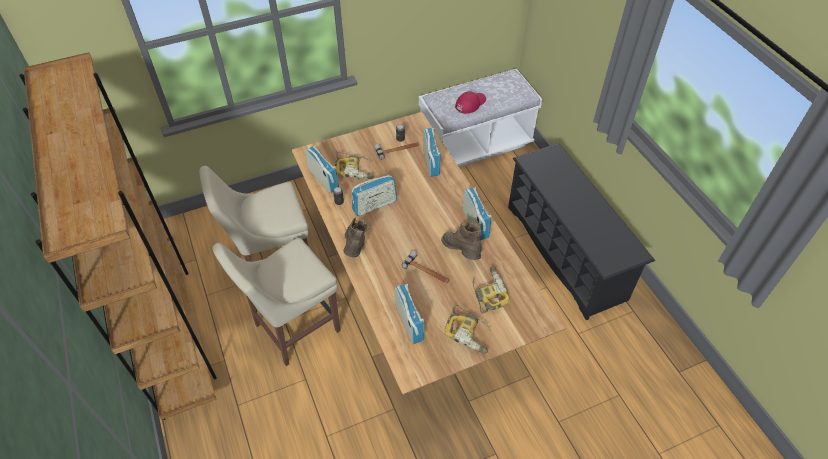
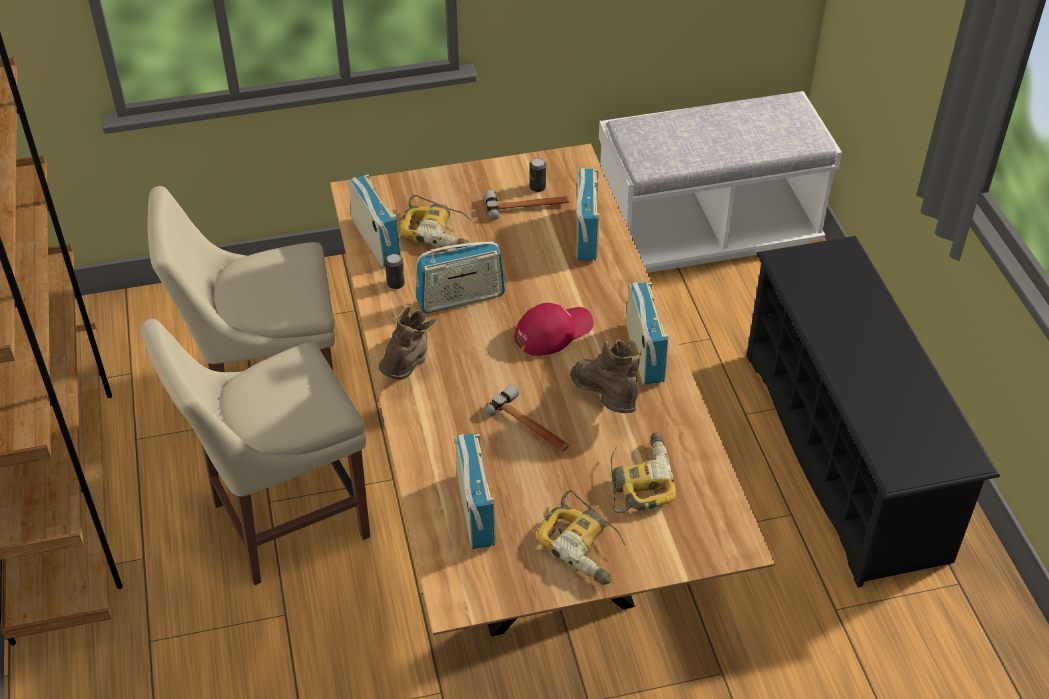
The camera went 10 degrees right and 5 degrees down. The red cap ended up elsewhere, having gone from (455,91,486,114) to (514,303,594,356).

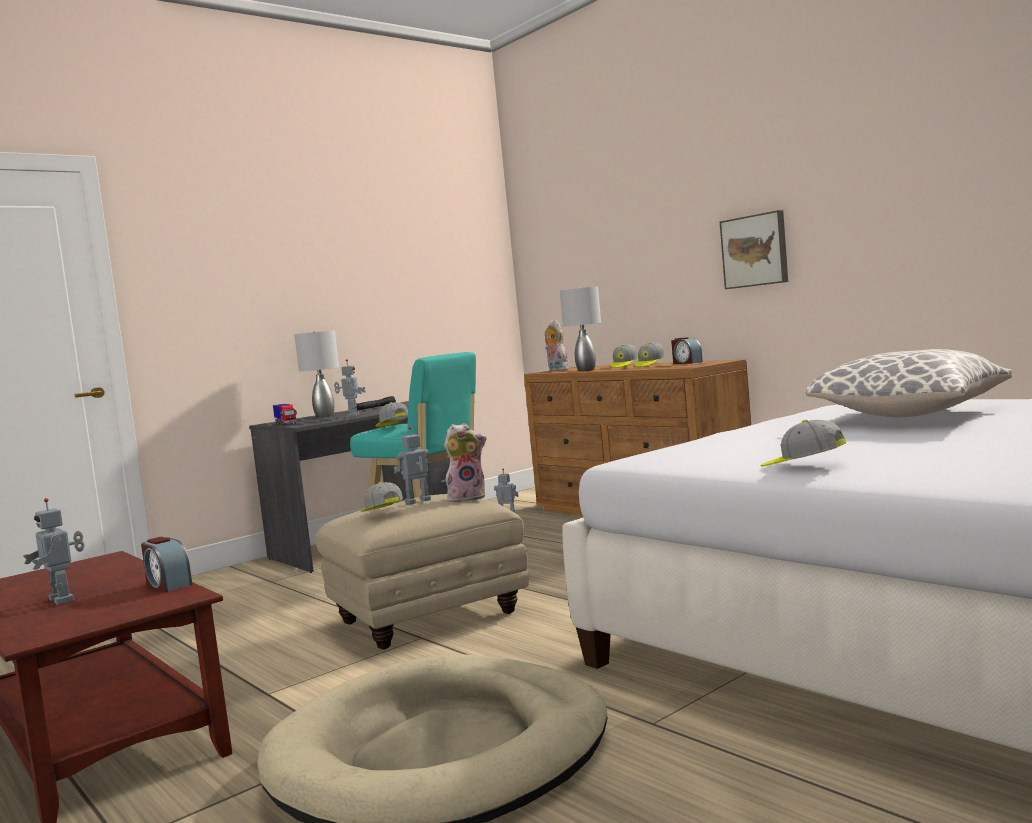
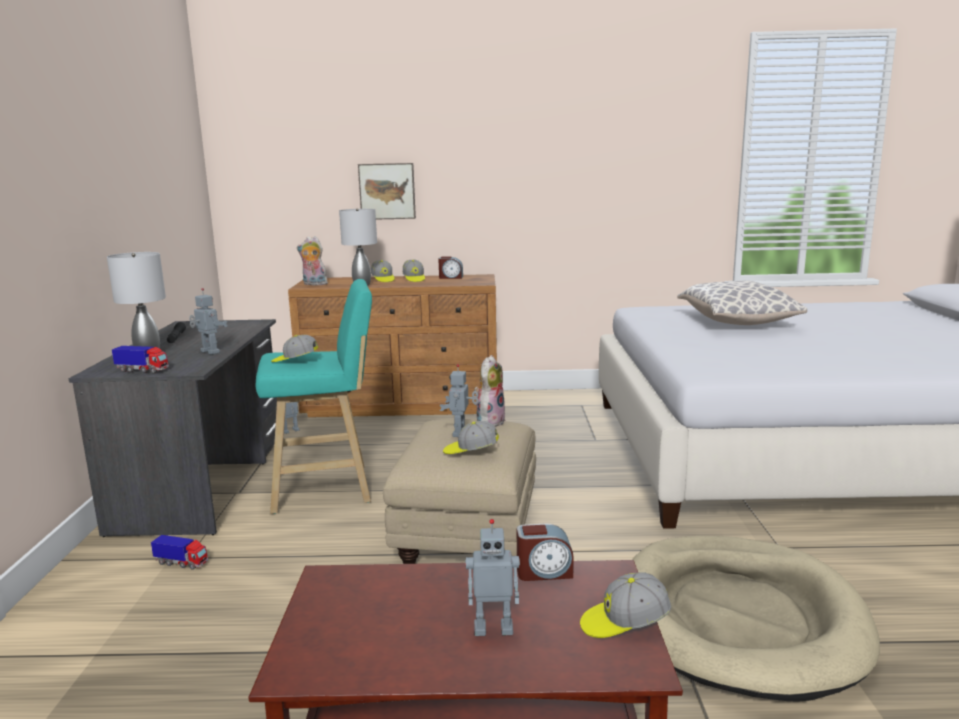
The camera went 50 degrees left and 10 degrees up. The second view gained the toy truck at (151,535,208,570). The picture ended up elsewhere, having gone from (720,210,788,289) to (358,163,416,219). The cap ended up elsewhere, having gone from (761,419,846,466) to (580,572,671,638).

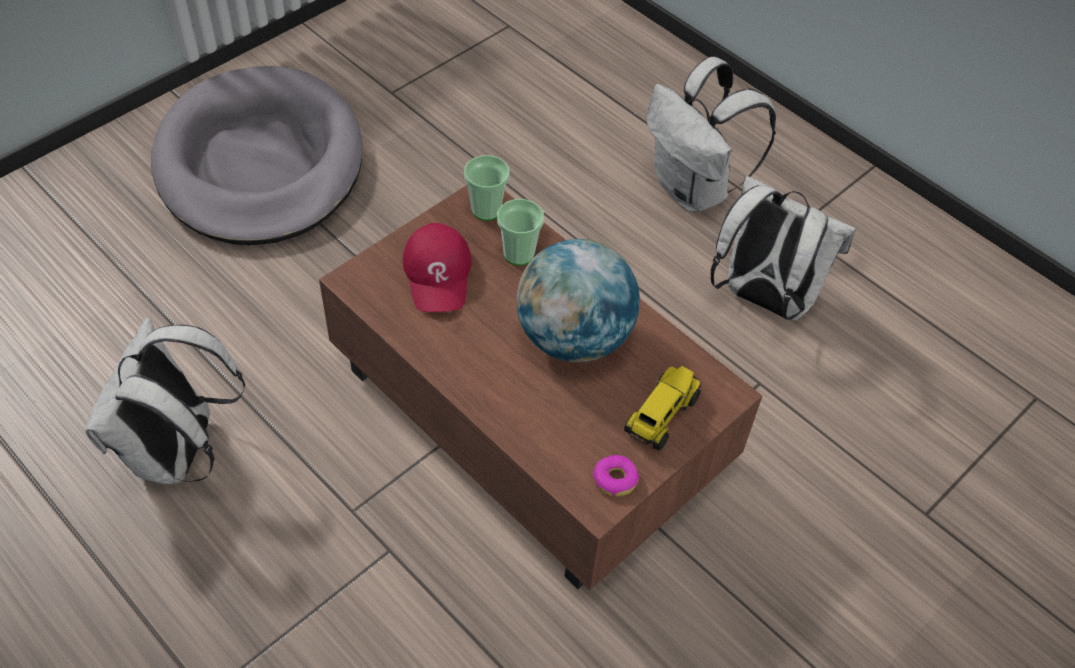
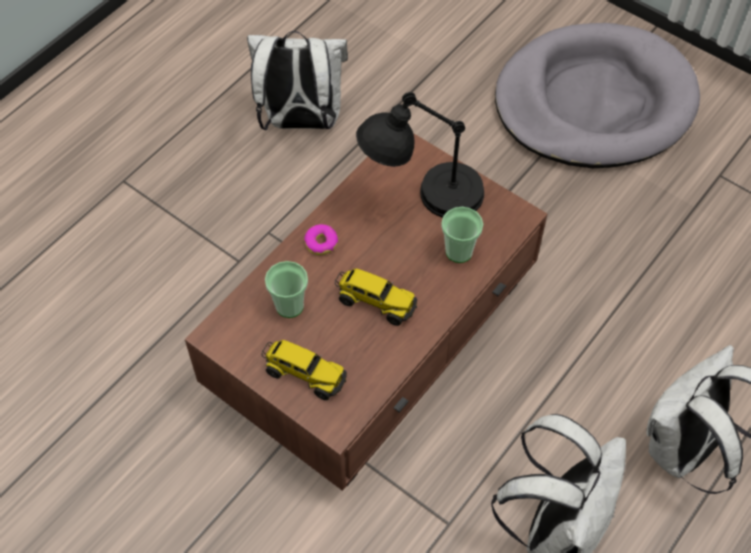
The camera went 85 degrees right and 5 degrees up. The cup ended up elsewhere, having gone from (464,155,510,221) to (265,261,308,318). The donut ended up elsewhere, having gone from (593,455,639,496) to (304,224,338,255). Where the red cap stood at (403,223,472,312), the black table lamp came to stand at (356,92,484,218). Where the globe stood at (516,239,640,362), the toy truck came to stand at (335,269,417,326).

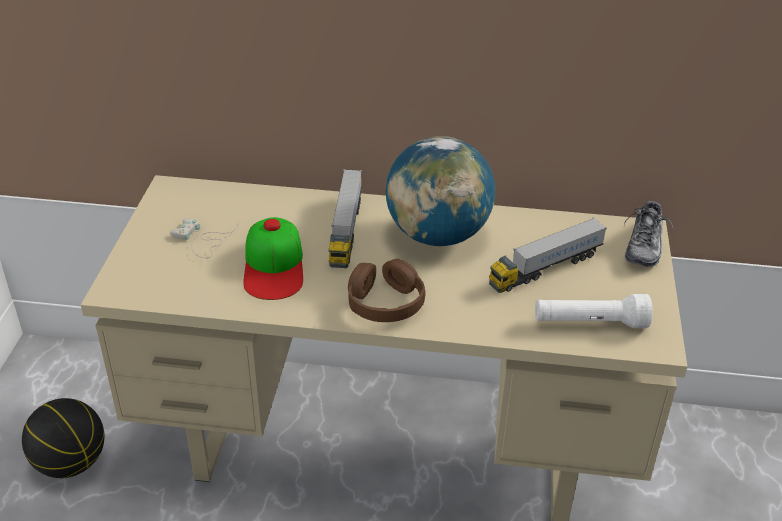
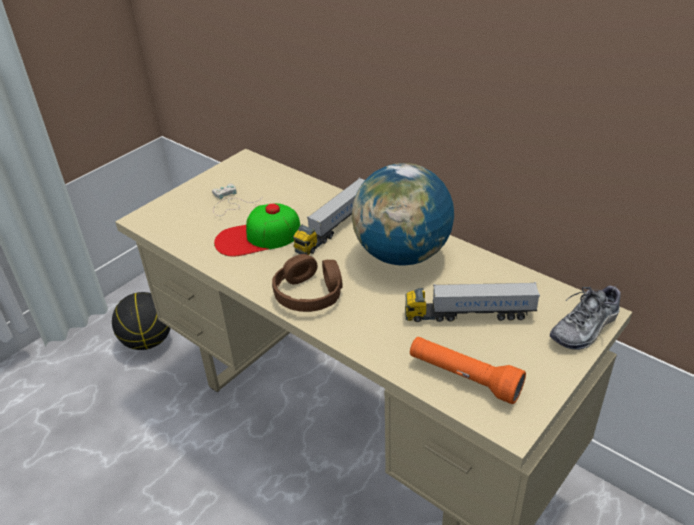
The camera went 35 degrees right and 0 degrees up. What was the white flashlight at (535,294,653,328) turned into the orange flashlight at (410,337,526,404). The cap at (243,217,303,300) ended up facing another way, 45 degrees clockwise from before.

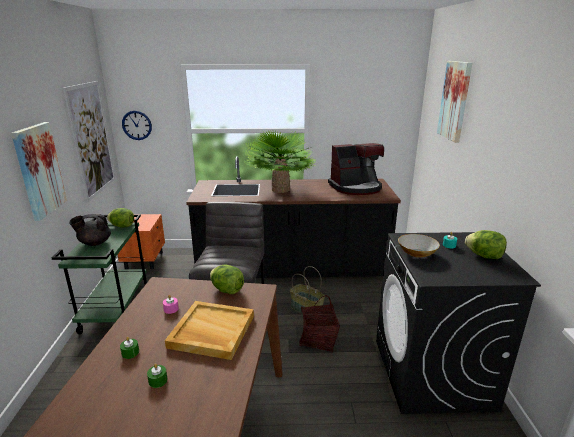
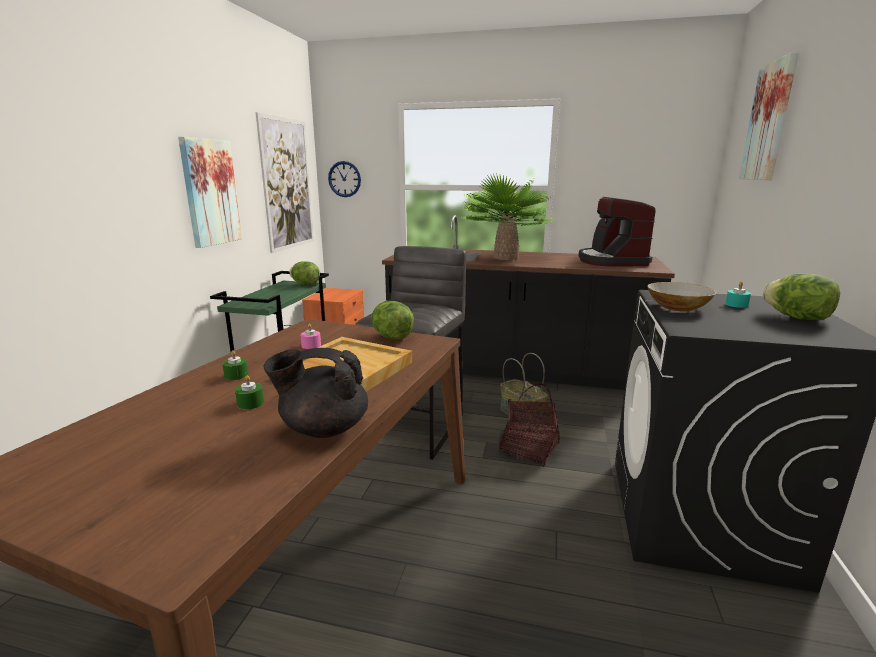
The camera went 15 degrees right and 5 degrees down. The black teapot ended up elsewhere, having gone from (69,214,111,246) to (263,348,368,438). The coffee machine at (328,143,384,195) ended up facing another way, 90 degrees clockwise from before.

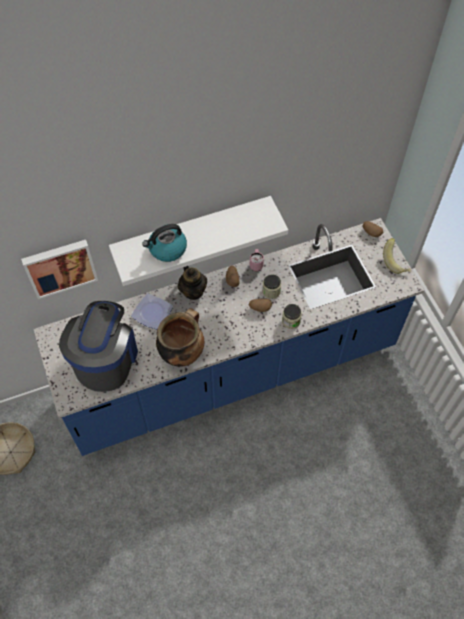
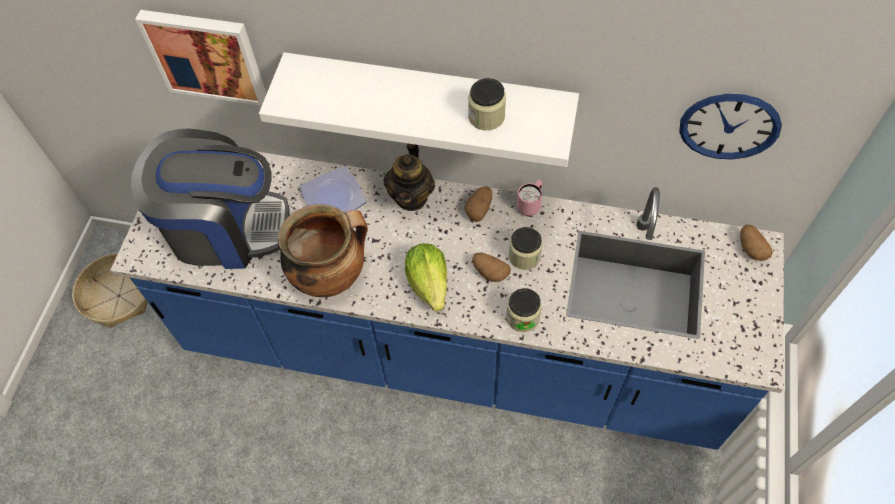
The camera went 35 degrees right and 0 degrees up. The second view lost the kettle at (142,224,187,262). The second view lost the banana at (383,238,411,274). The second view gained the lettuce at (405,243,447,311). The second view gained the jar at (468,78,506,130). The second view gained the wall clock at (679,94,782,159). The coffee machine at (59,301,138,392) ended up facing another way, 45 degrees clockwise from before.

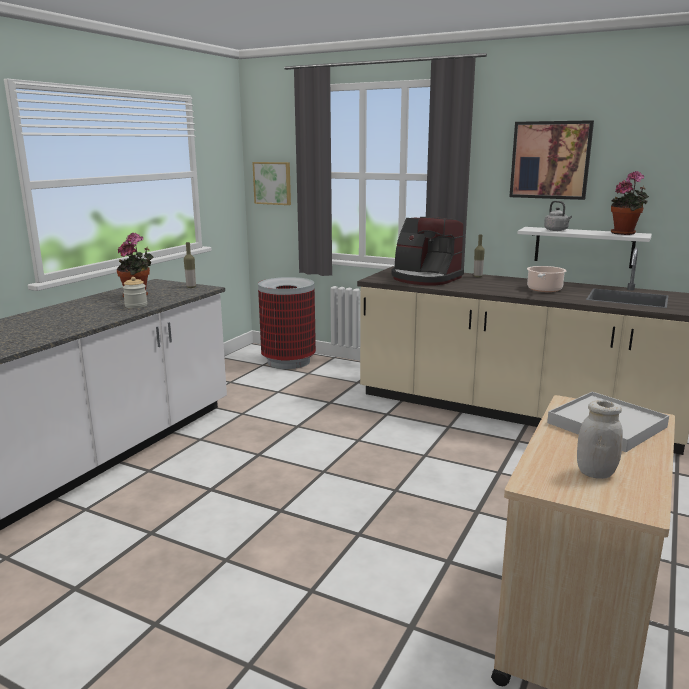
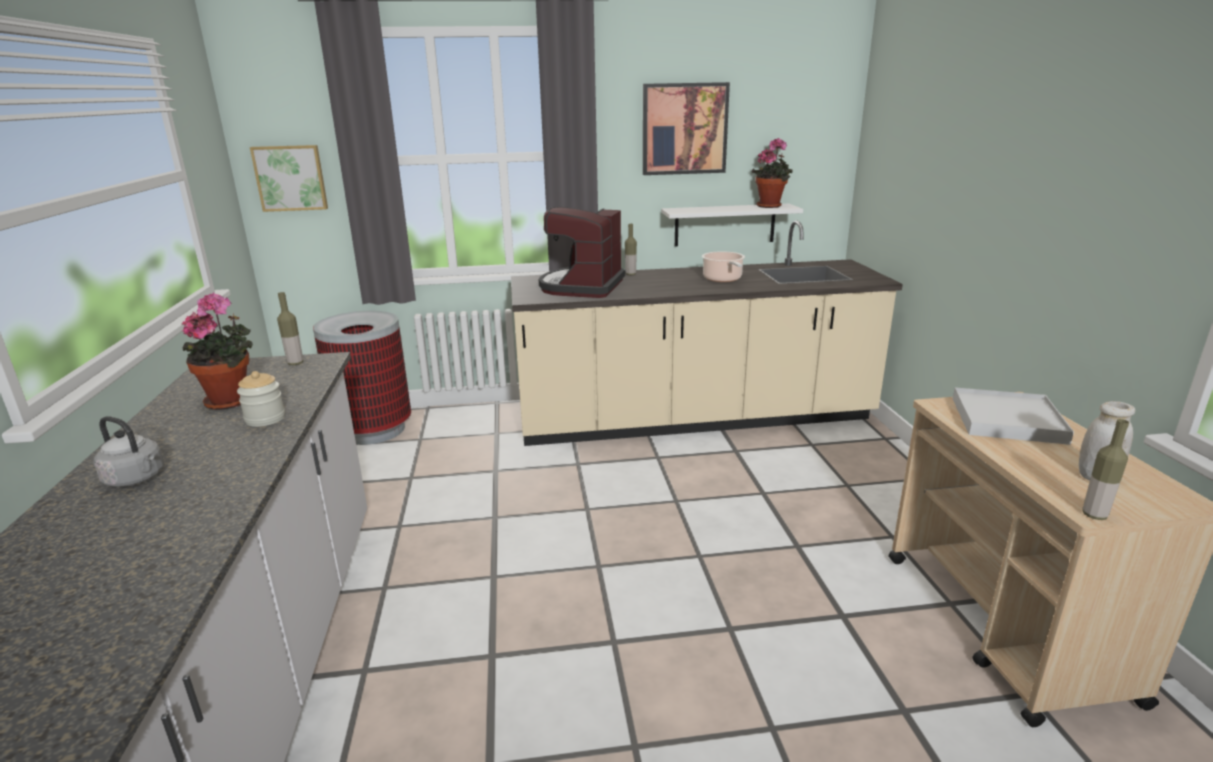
The camera went 35 degrees left and 5 degrees up. The second view gained the bottle at (1082,419,1129,520). The grey kettle ended up elsewhere, having gone from (544,201,572,231) to (94,416,164,487). The coffee machine at (391,217,464,285) ended up facing another way, 105 degrees clockwise from before.

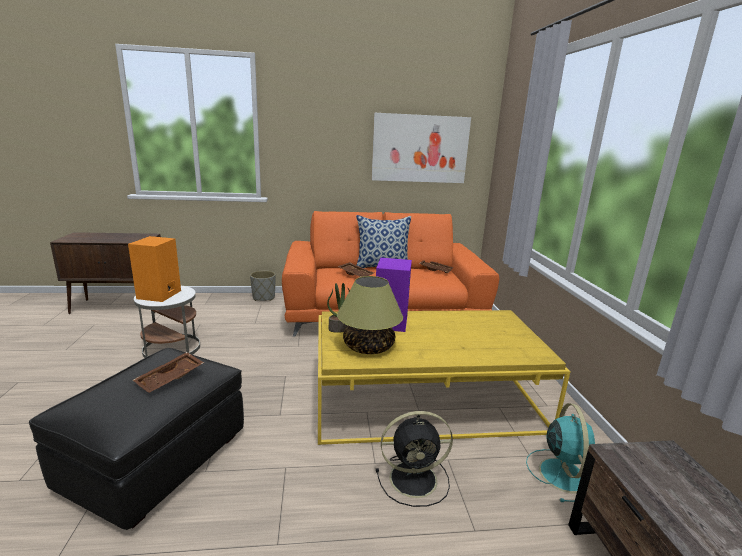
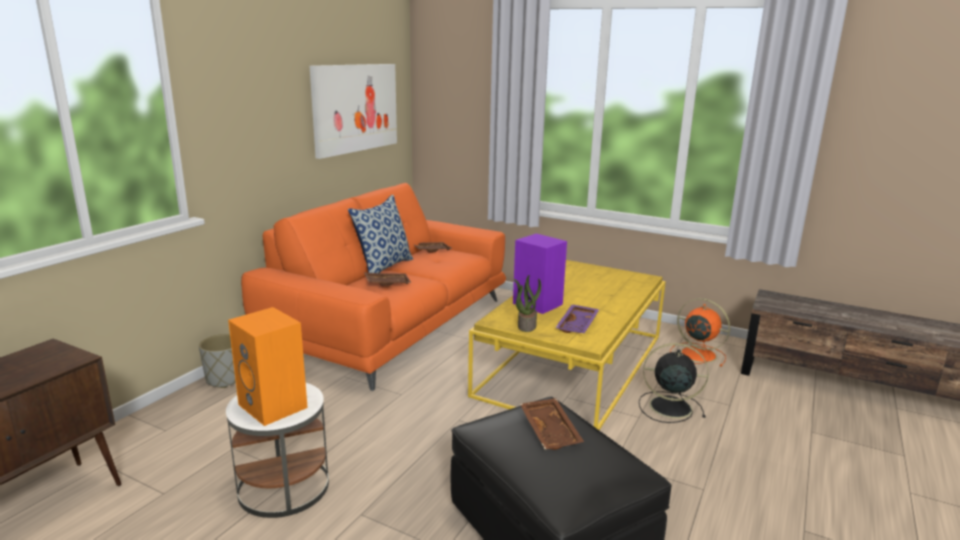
The camera went 55 degrees left and 0 degrees up. Where the table lamp stood at (337,276,403,354), the purple tray came to stand at (555,305,600,333). What was the turquoise fan at (526,403,595,502) turned into the orange fan at (670,298,730,367). The black fan at (376,411,453,507) ended up facing another way, 105 degrees counterclockwise from before.

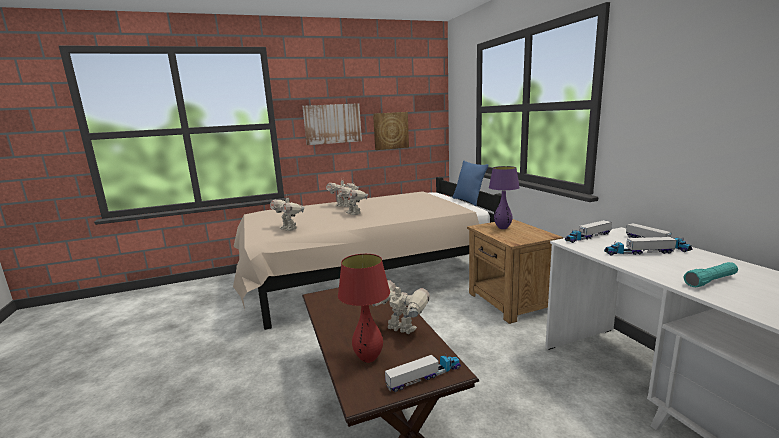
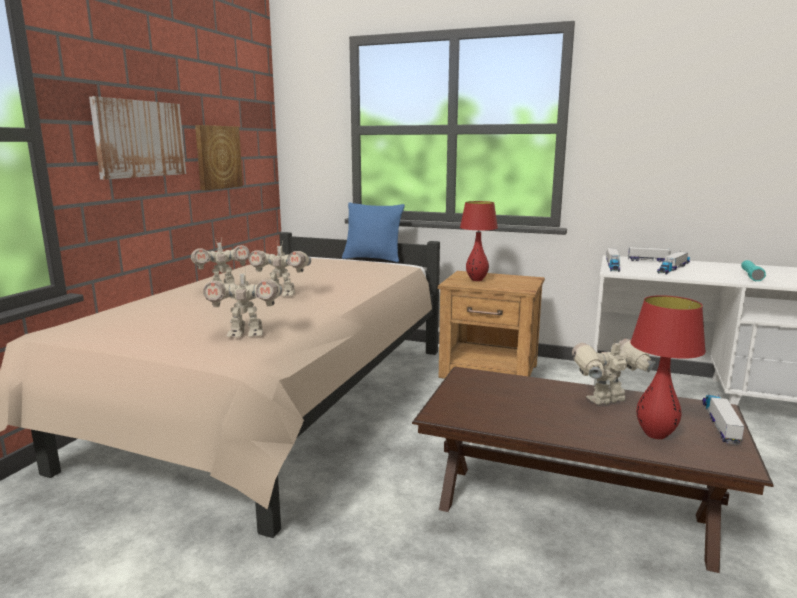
The camera went 50 degrees left and 0 degrees up. What was the purple table lamp at (489,166,520,229) turned into the red table lamp at (460,201,498,281).

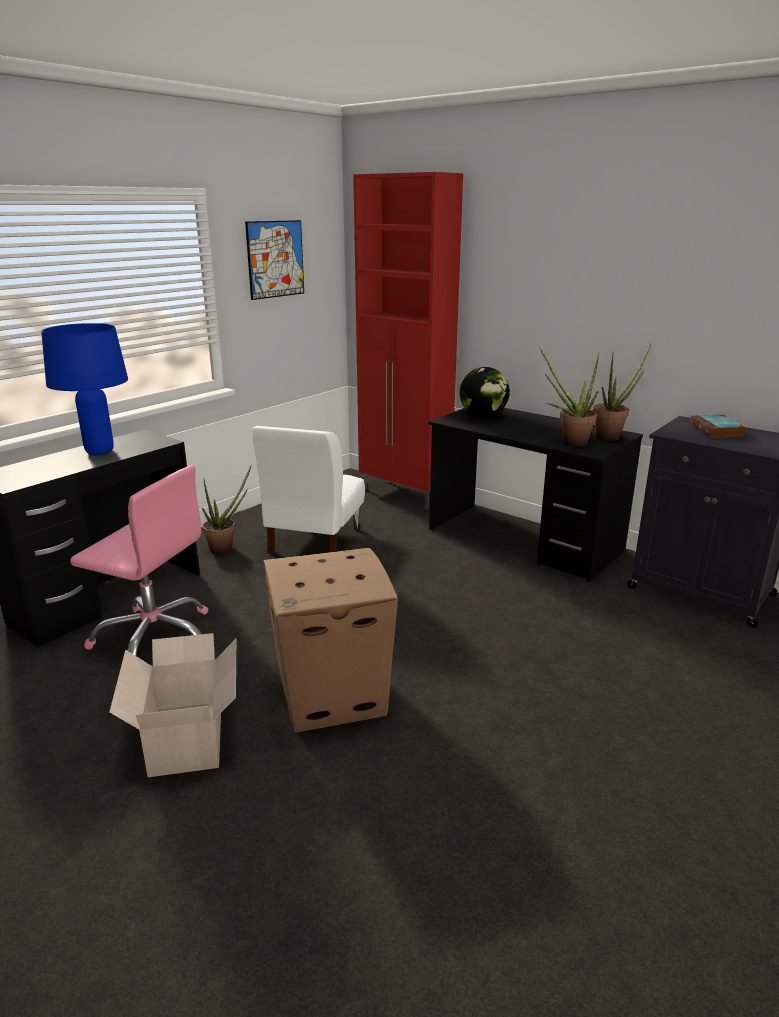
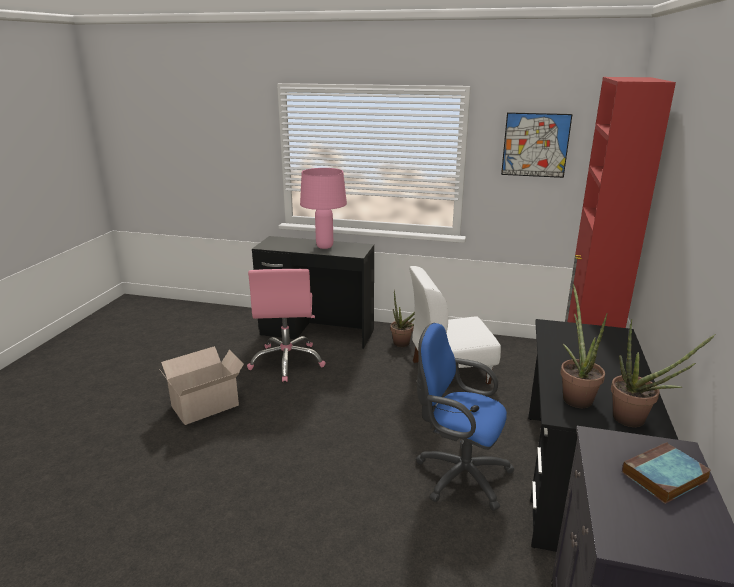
The camera went 65 degrees right and 0 degrees up. The second view lost the cardboard box at (263,548,398,732). The second view lost the globe at (460,367,510,417). The second view gained the blue office chair at (416,323,515,511). What was the blue table lamp at (41,323,128,455) turned into the pink table lamp at (300,168,347,249).

